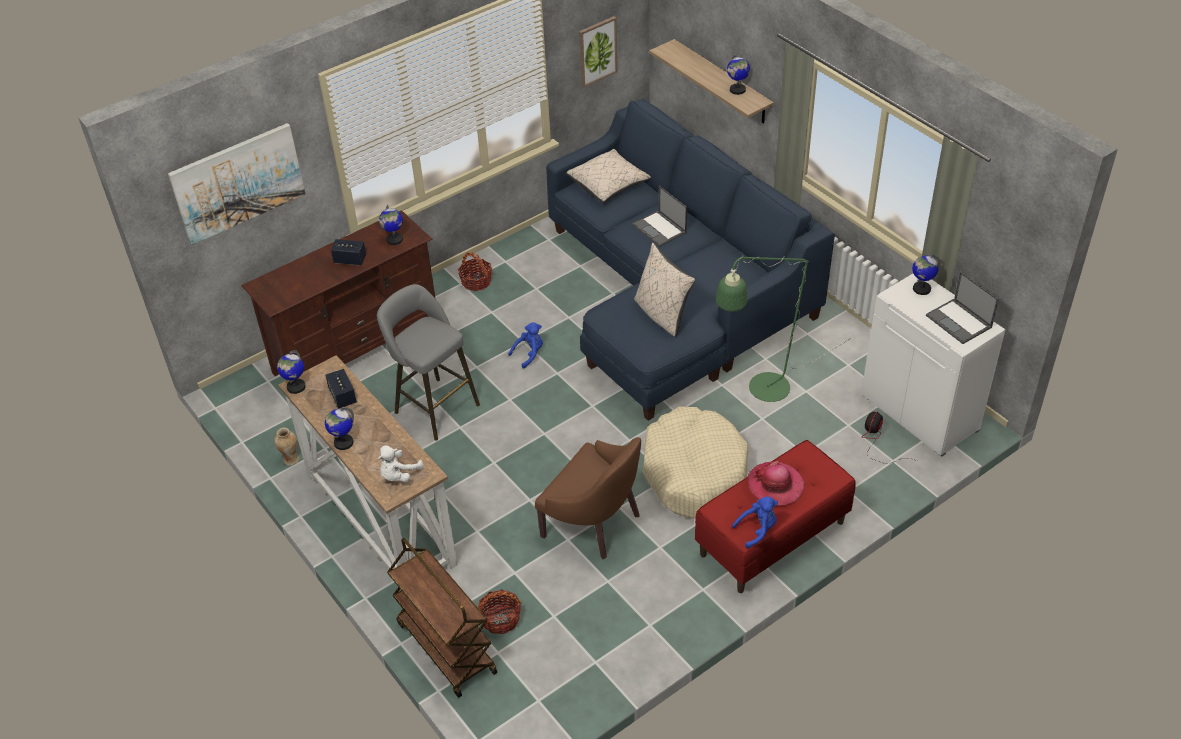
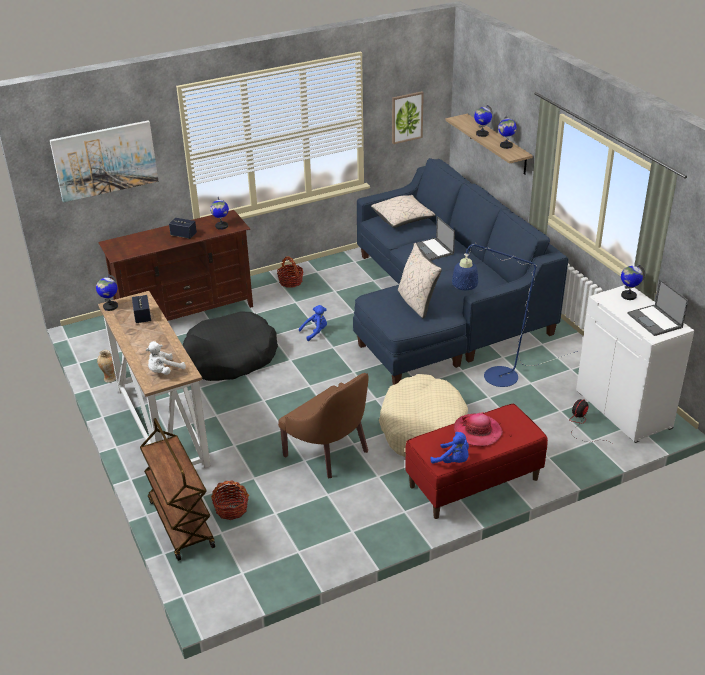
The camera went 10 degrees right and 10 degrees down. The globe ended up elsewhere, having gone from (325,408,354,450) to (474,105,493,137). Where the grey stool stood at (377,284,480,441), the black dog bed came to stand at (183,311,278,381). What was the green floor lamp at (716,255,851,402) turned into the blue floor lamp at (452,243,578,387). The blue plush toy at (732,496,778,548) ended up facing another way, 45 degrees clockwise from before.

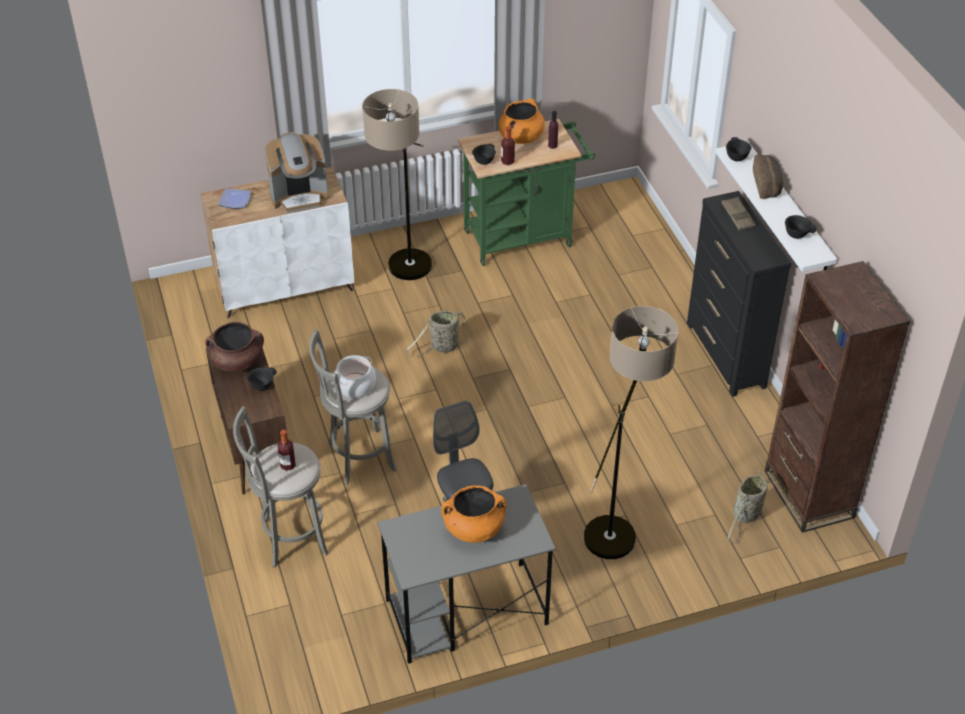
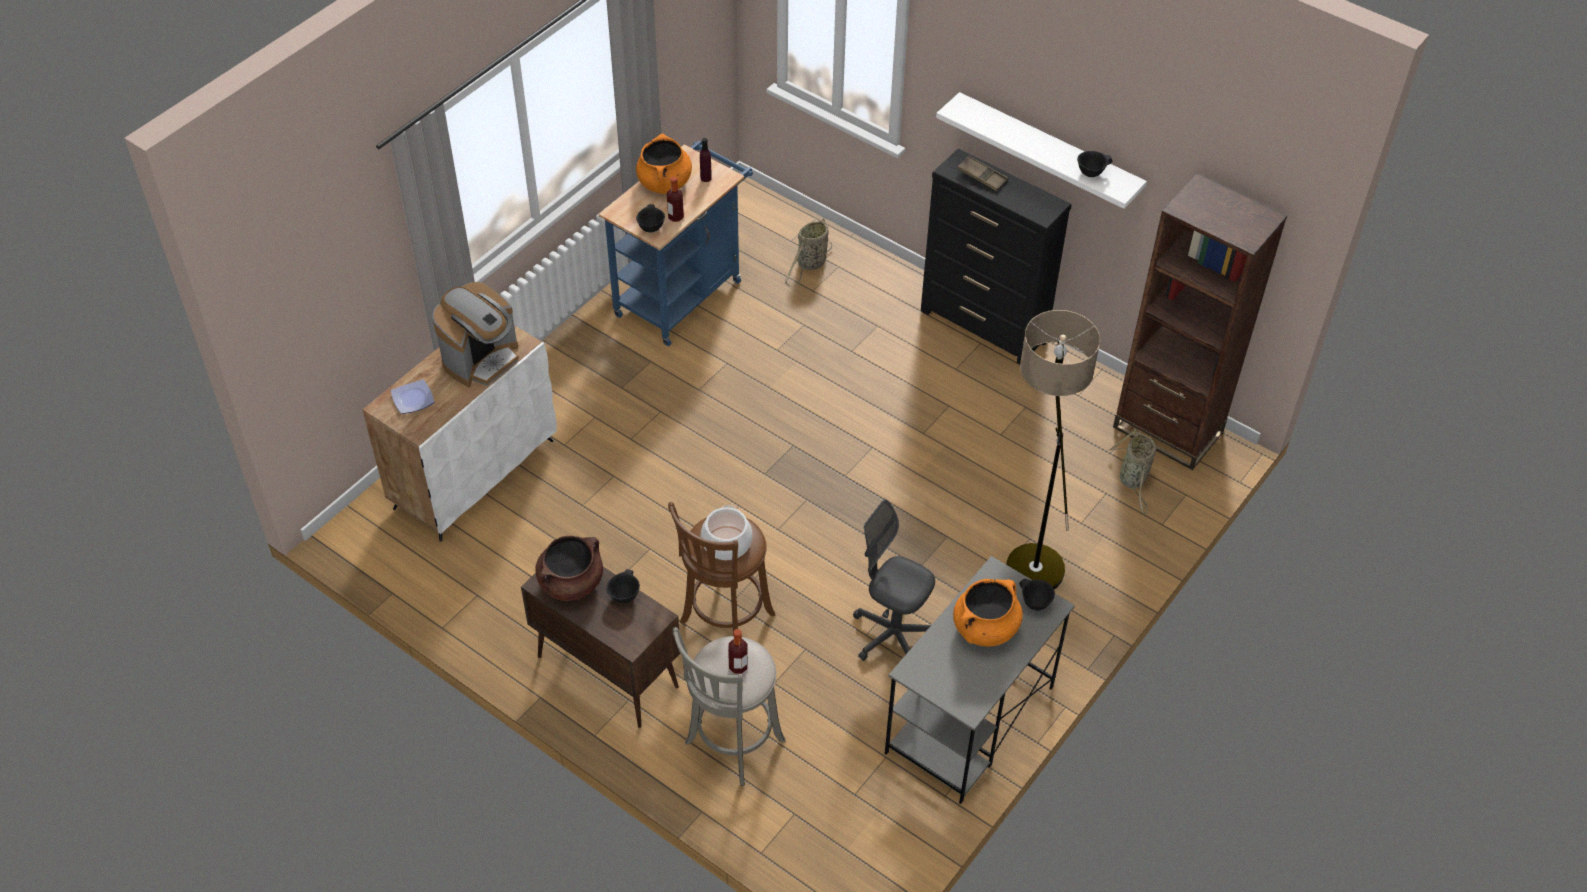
The camera went 35 degrees left and 5 degrees up. The second view lost the floor lamp at (362,89,432,280). The second view lost the bread at (753,154,783,199). The basket ended up elsewhere, having gone from (405,311,472,358) to (785,218,832,287). The black bowl ended up elsewhere, having gone from (726,137,751,161) to (1019,578,1055,611). What was the grey stool at (309,329,397,485) turned into the brown stool at (668,502,776,631). What was the green cart at (458,119,595,266) turned into the blue cart at (599,141,753,346).

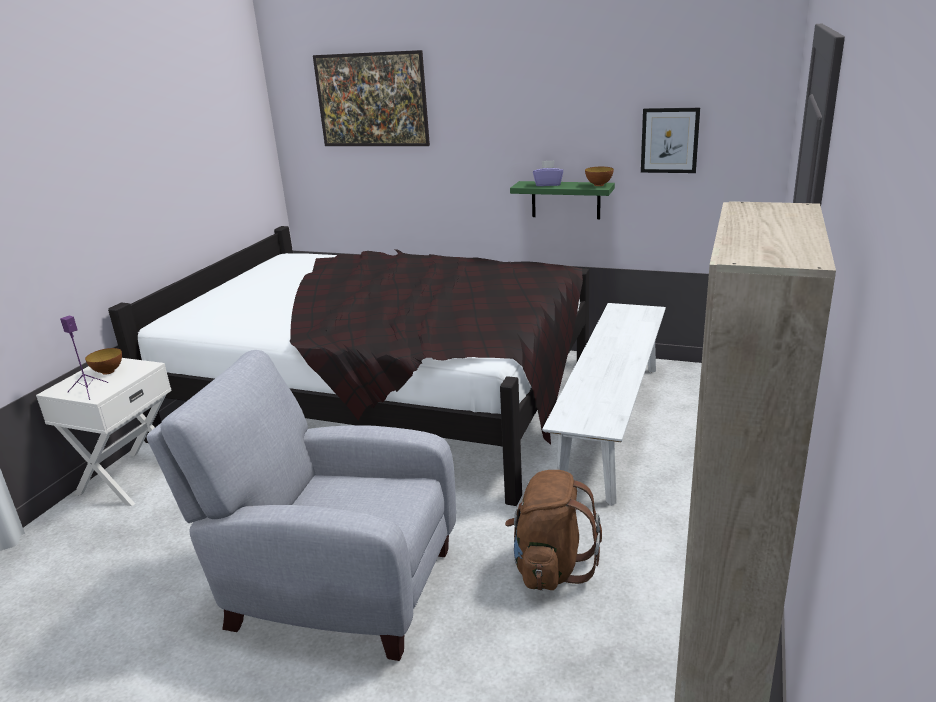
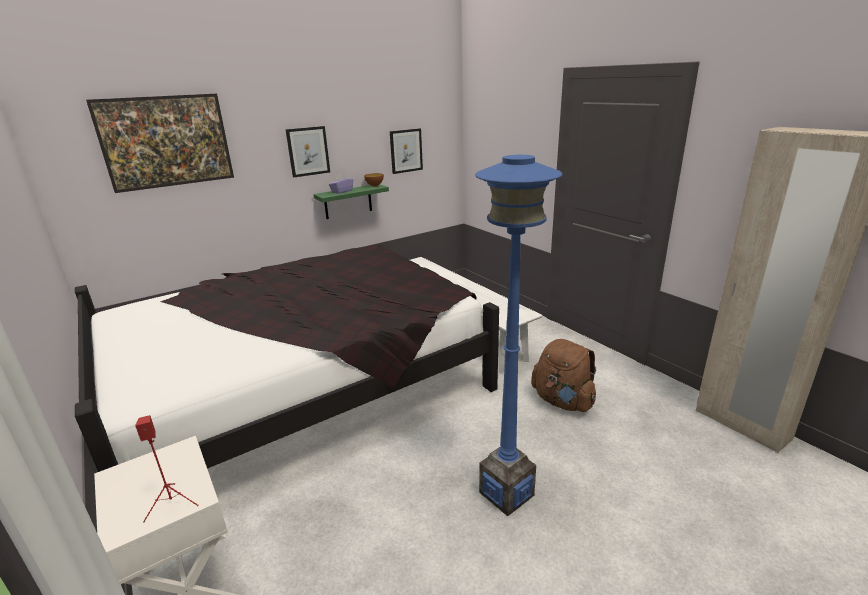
The camera went 55 degrees left and 0 degrees up. The second view lost the bowl at (85,348,122,375). The second view gained the picture at (285,126,330,177). Where the grey armchair stood at (146,350,456,661), the blue floor lamp came to stand at (475,155,563,516). What was the purple speaker at (60,316,108,400) turned into the red speaker at (135,415,199,523).

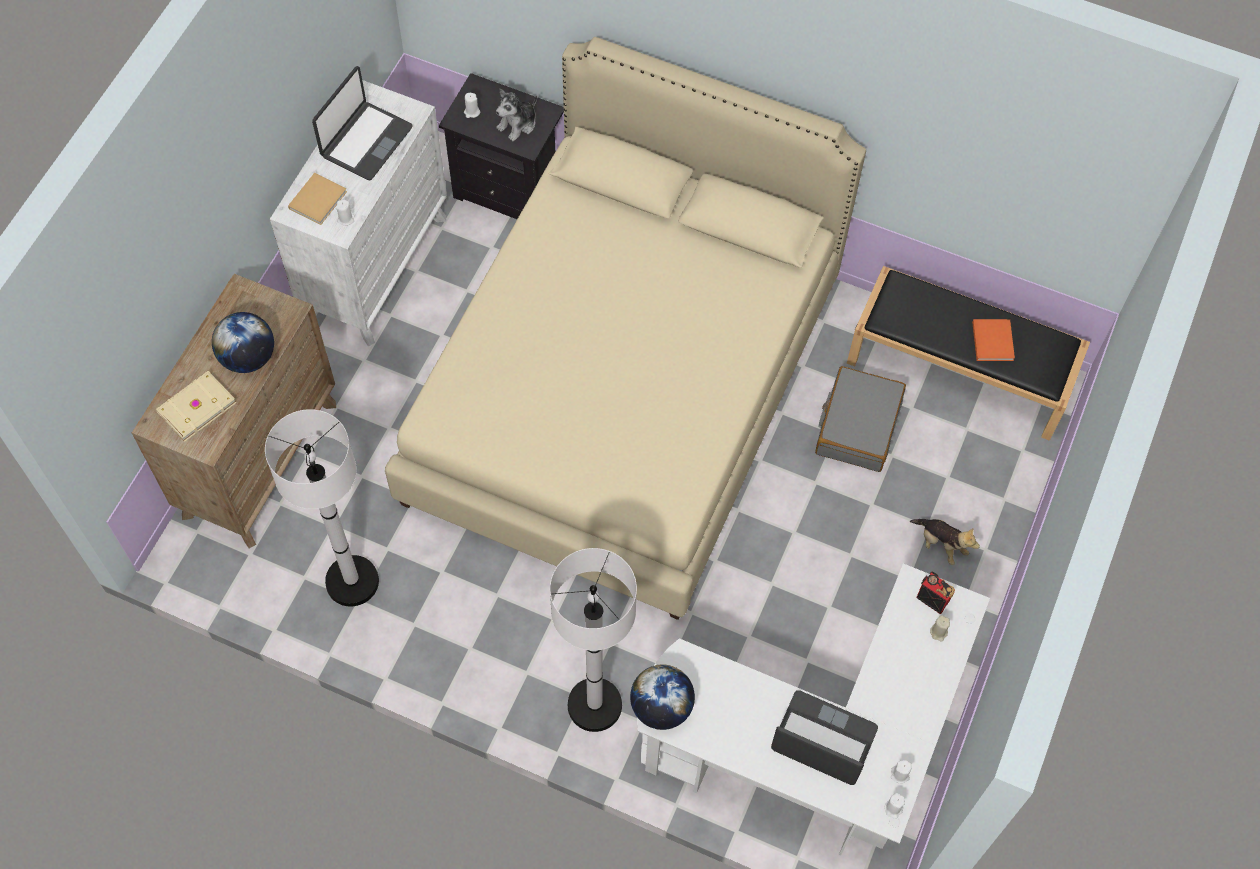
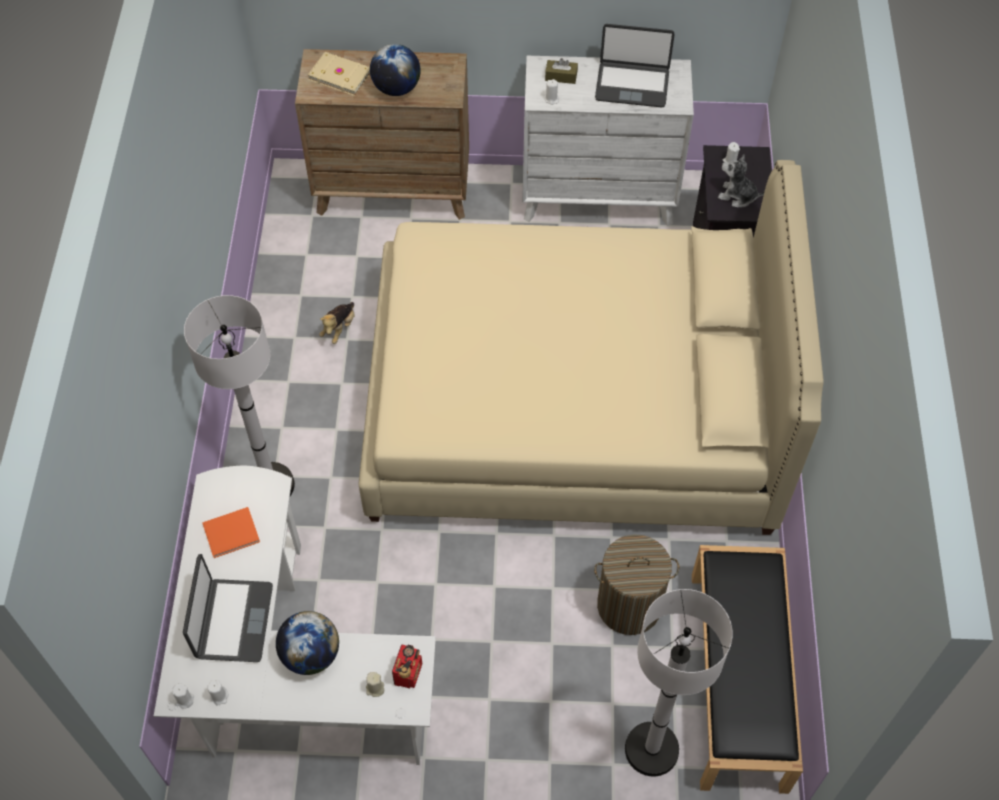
The camera went 70 degrees right and 5 degrees down. The white floor lamp ended up elsewhere, having gone from (265,409,379,607) to (625,589,733,776). The globe ended up elsewhere, having gone from (630,664,695,730) to (276,611,339,675). The plush toy ended up elsewhere, having gone from (910,519,980,565) to (319,302,355,344). The orange book ended up elsewhere, having gone from (972,319,1015,361) to (202,507,260,558). Where the beige book stood at (288,173,347,225), the brown tissue box came to stand at (545,58,578,84). Where the grey suitcase stood at (815,366,906,472), the laundry basket came to stand at (594,534,679,635).

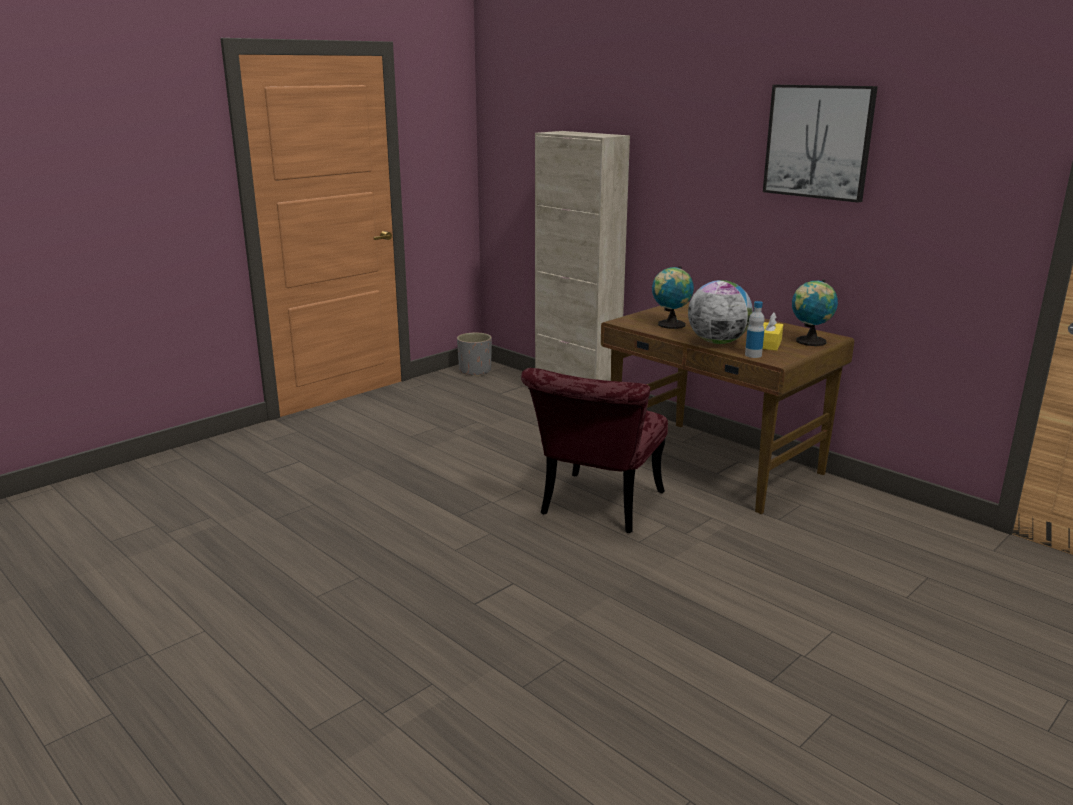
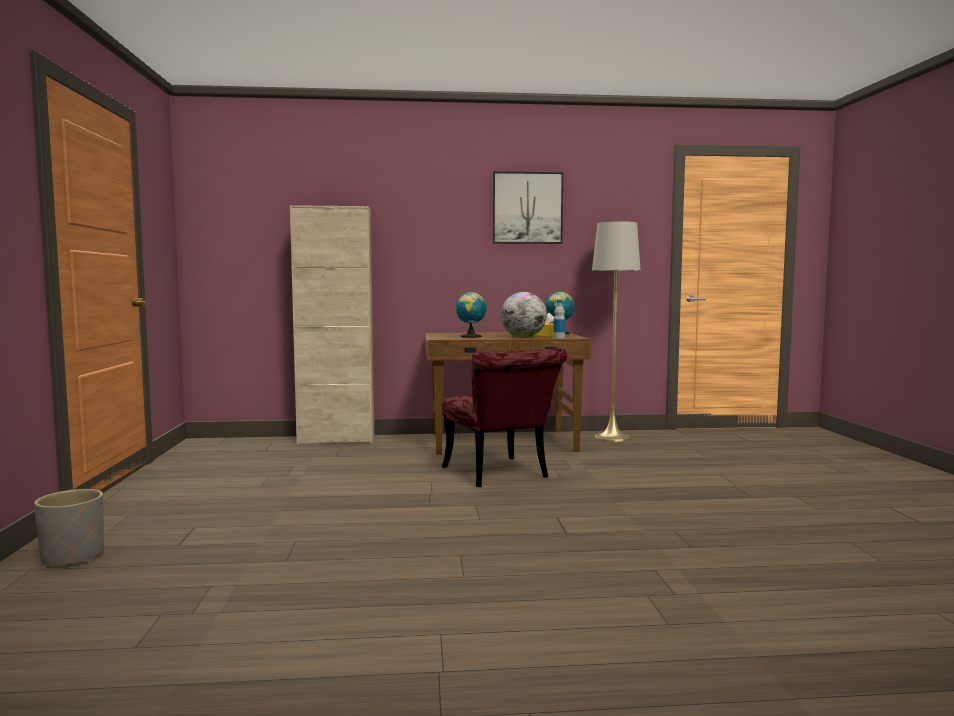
The camera went 50 degrees left and 15 degrees down. The second view gained the grey floor lamp at (592,221,641,442). The grey planter ended up elsewhere, having gone from (457,333,492,376) to (34,489,104,567).

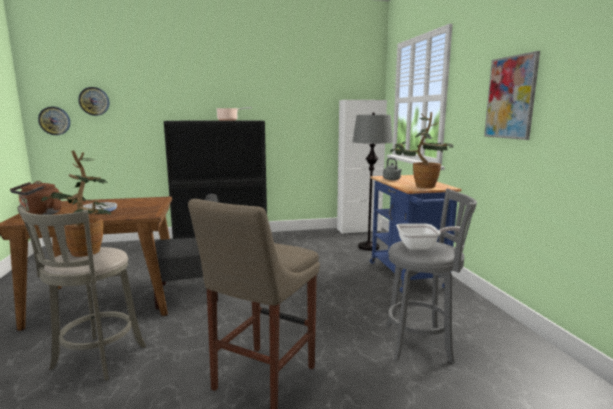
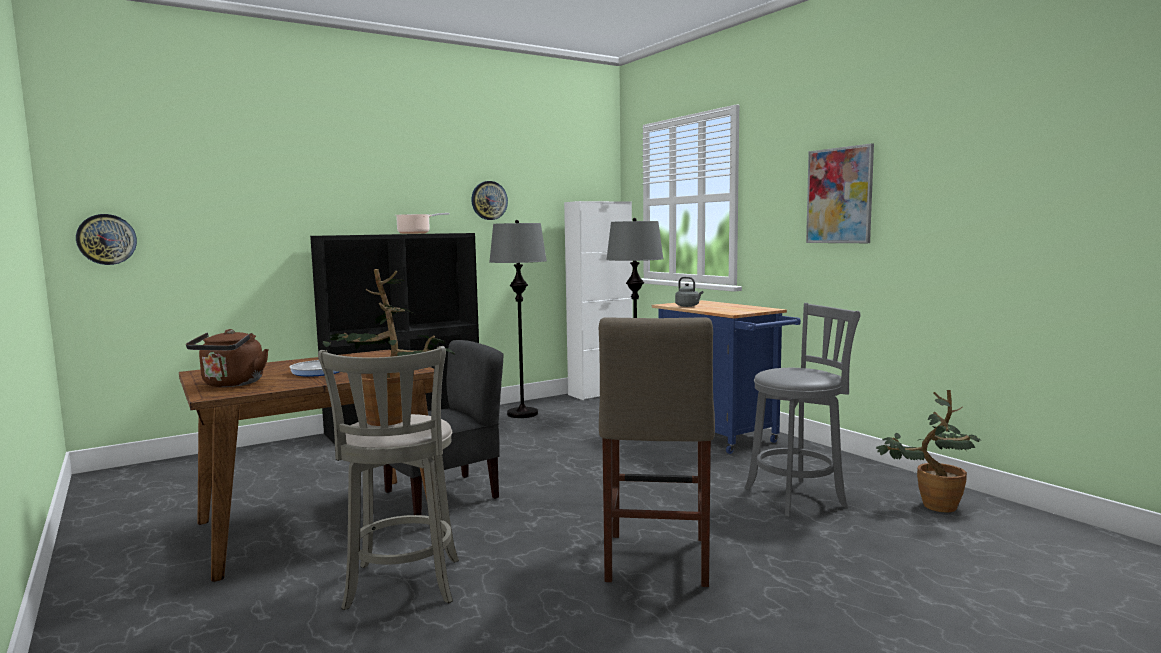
The camera went 20 degrees left and 5 degrees down. The second view lost the frying pan at (396,223,460,250). The second view gained the grey floor lamp at (490,220,547,418). The wall clock ended up elsewhere, having gone from (78,87,109,116) to (471,181,508,220). The potted plant ended up elsewhere, having gone from (390,112,454,188) to (876,390,981,512).

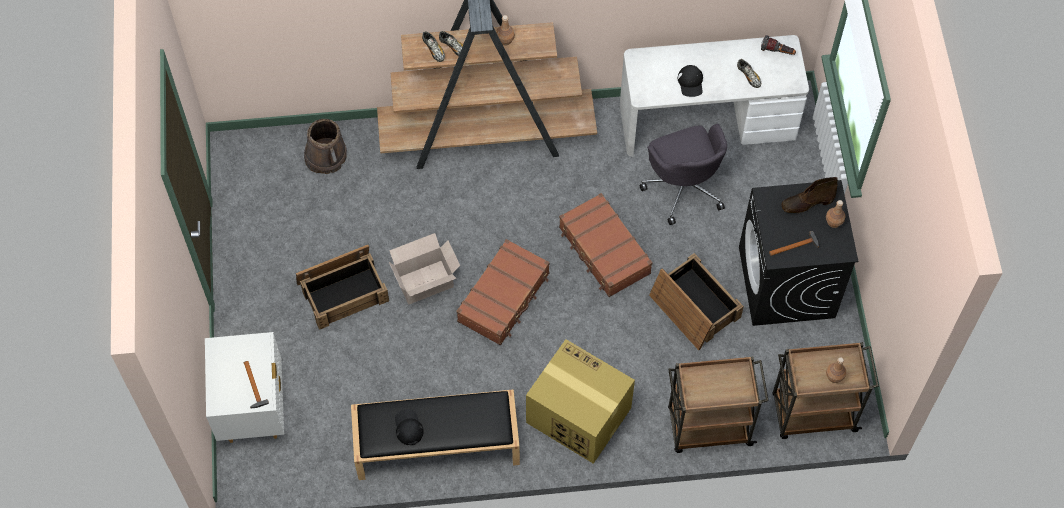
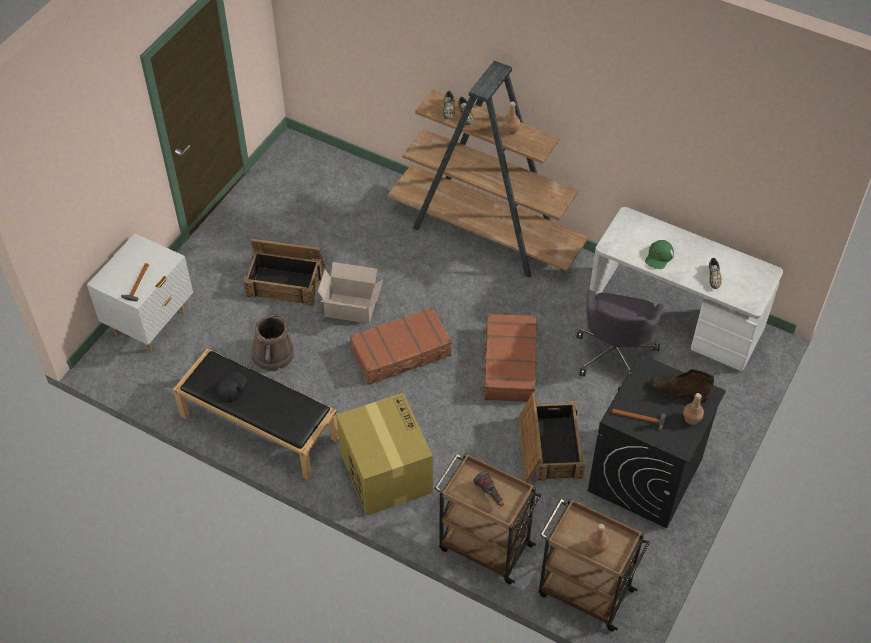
The camera went 35 degrees right and 10 degrees down. The brown bucket ended up elsewhere, having gone from (304,119,347,174) to (251,316,294,371). The flashlight ended up elsewhere, having gone from (761,35,796,55) to (473,471,504,506). What was the black cap at (678,65,703,97) turned into the green cap at (645,240,674,269).

